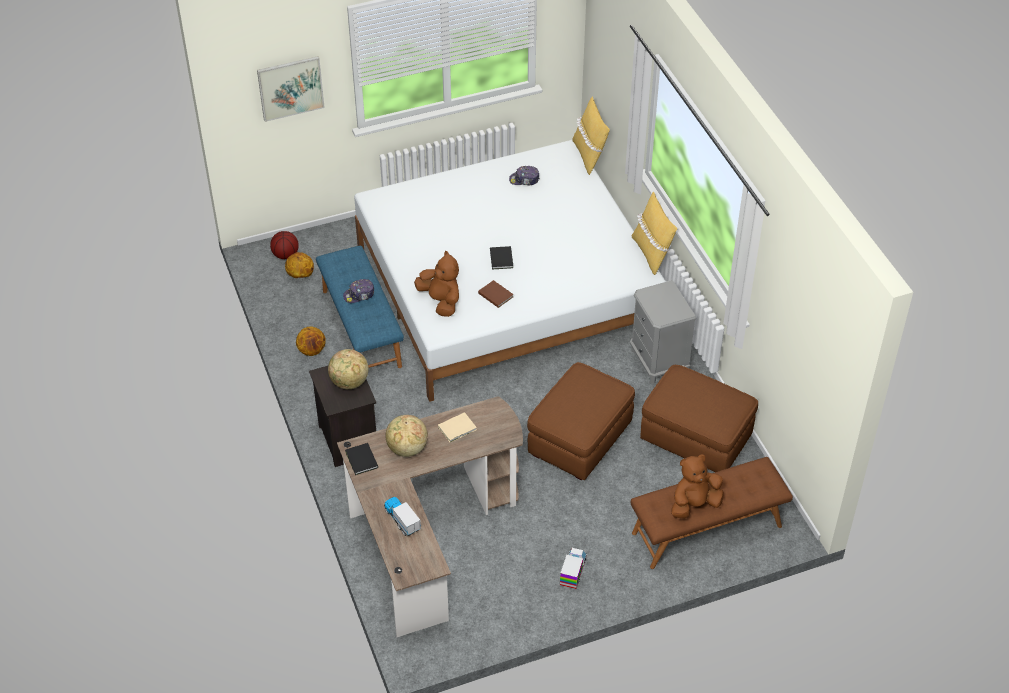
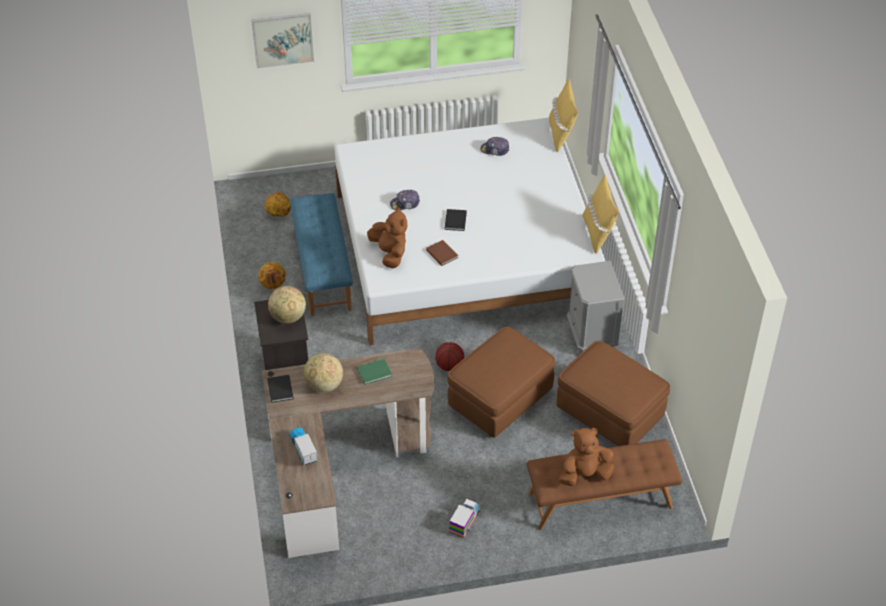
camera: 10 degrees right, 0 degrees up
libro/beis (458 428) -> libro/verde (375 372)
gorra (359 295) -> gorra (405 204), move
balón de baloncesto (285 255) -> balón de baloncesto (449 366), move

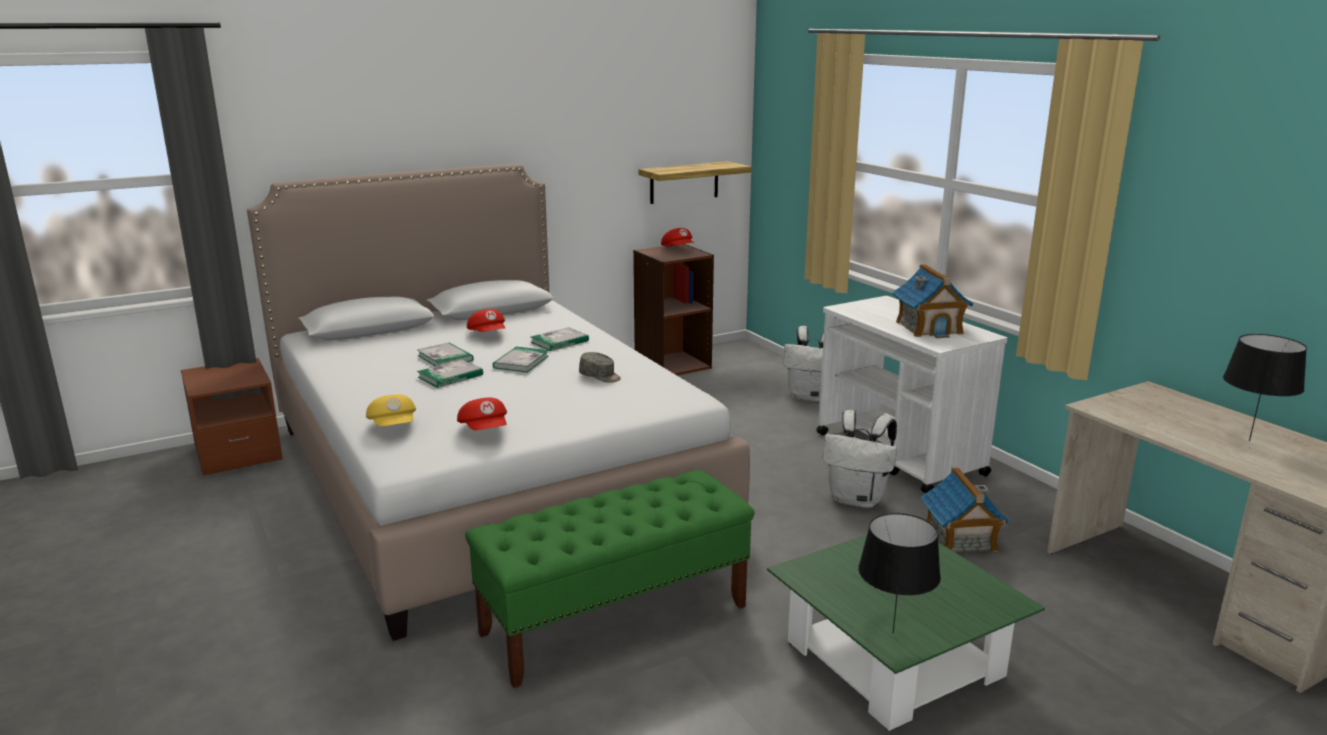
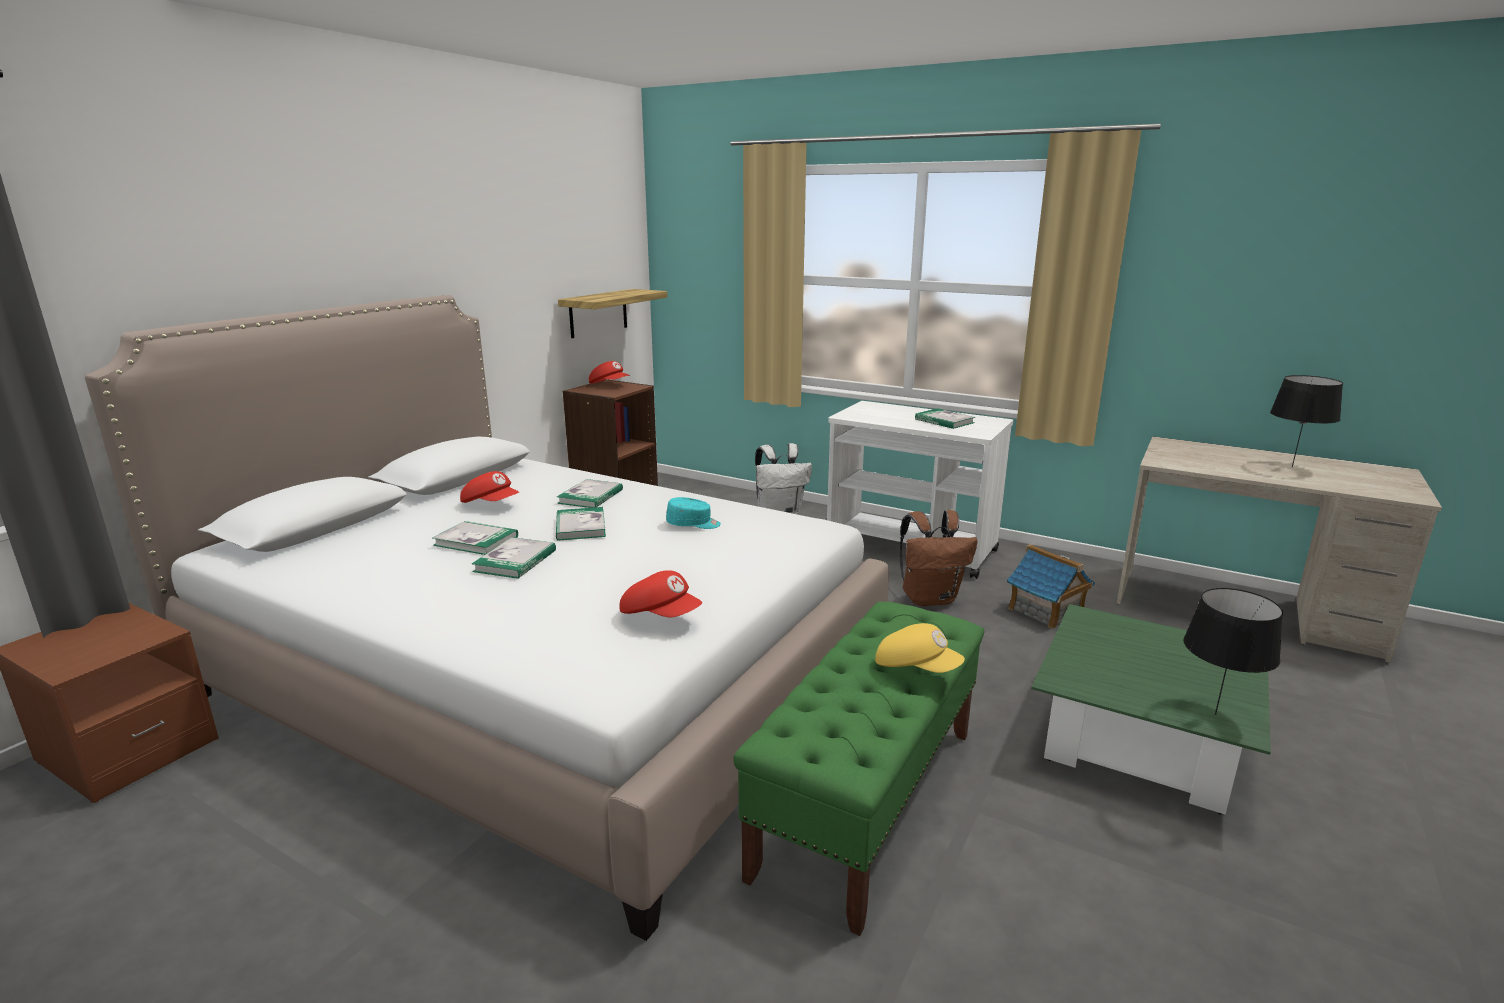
camera: 30 degrees left, 0 degrees up
gorra/gris (600 376) -> gorra/turquesa (693 524)
gorra/amarillo (394 427) -> gorra/amarillo (917 668), move
mochila/blanco (858 499) -> mochila/marrón (930 598)
casita (929 327) -> libro (944 421)

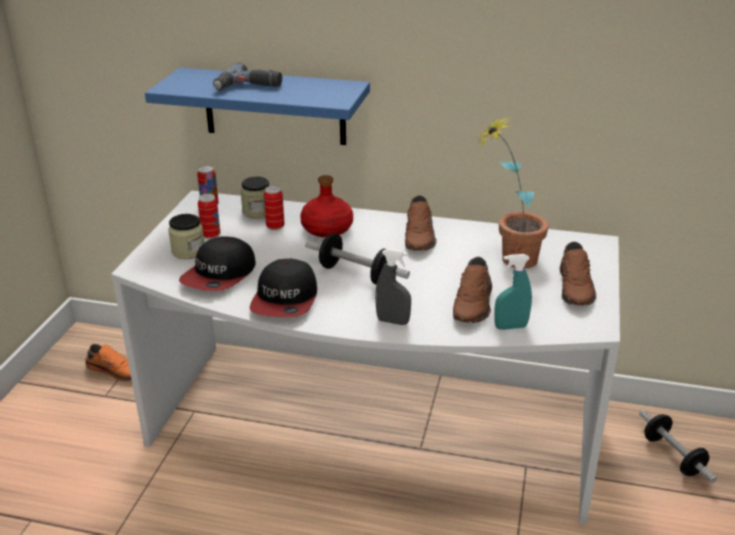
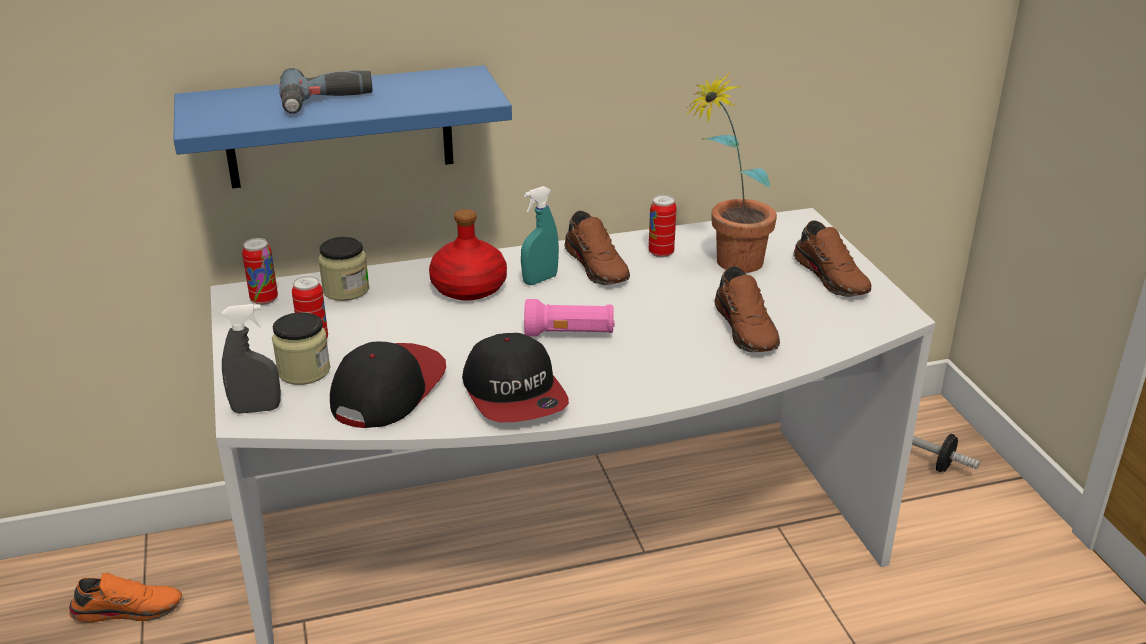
camera: 30 degrees left, 0 degrees up
pulverizador/gris (393 321) -> pulverizador/gris (256 409), move
gorra (220 275) -> gorra (387 389), 150 degrees counterclockwise
pulverizador/turquesa (510 327) -> pulverizador/turquesa (540 280), move
mancuerna (356 274) -> linterna/rosa (570 334)
lata (275 227) -> lata (661 253), move

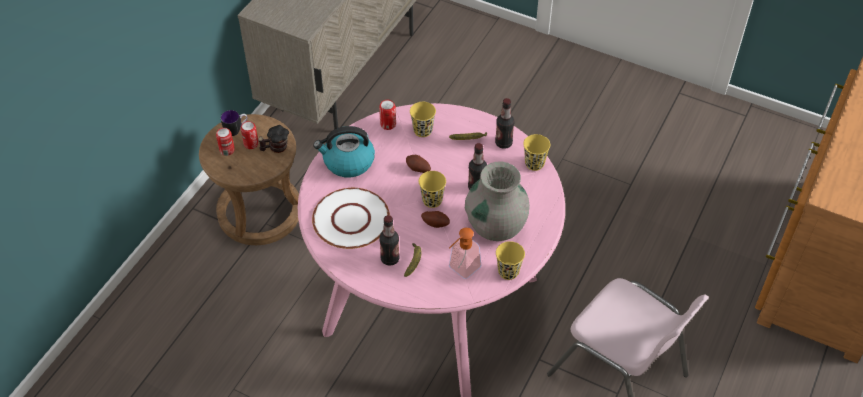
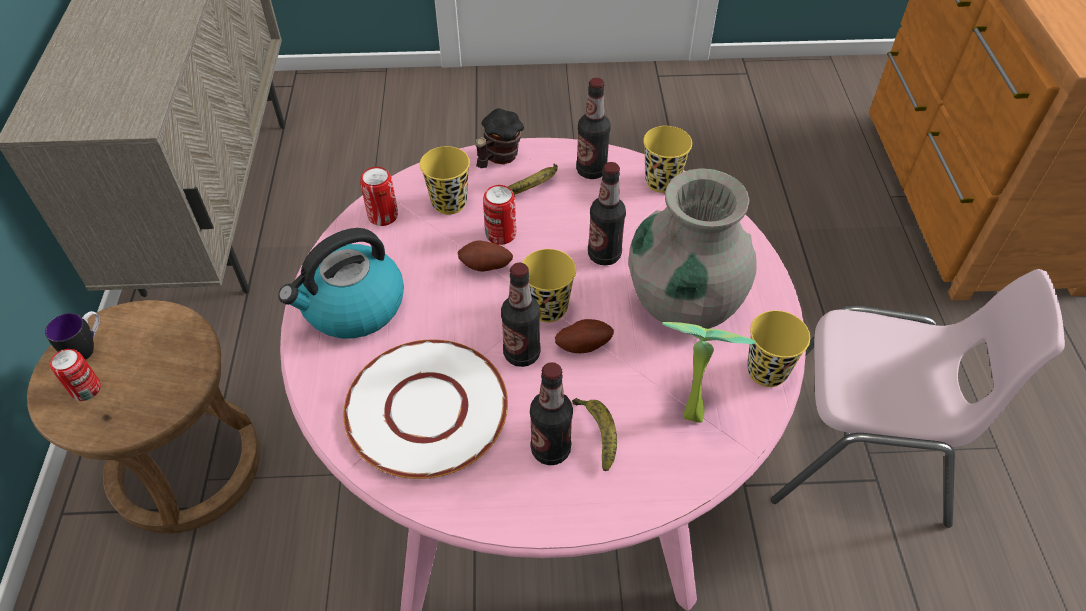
camera: 30 degrees left, 0 degrees up
taza grande (275 148) -> taza grande (497 159), move
lata (251 144) -> lata (500 234), move
none -> botella (521 354)
dispensador de jabón (461 270) -> planta en maceta (689 408)

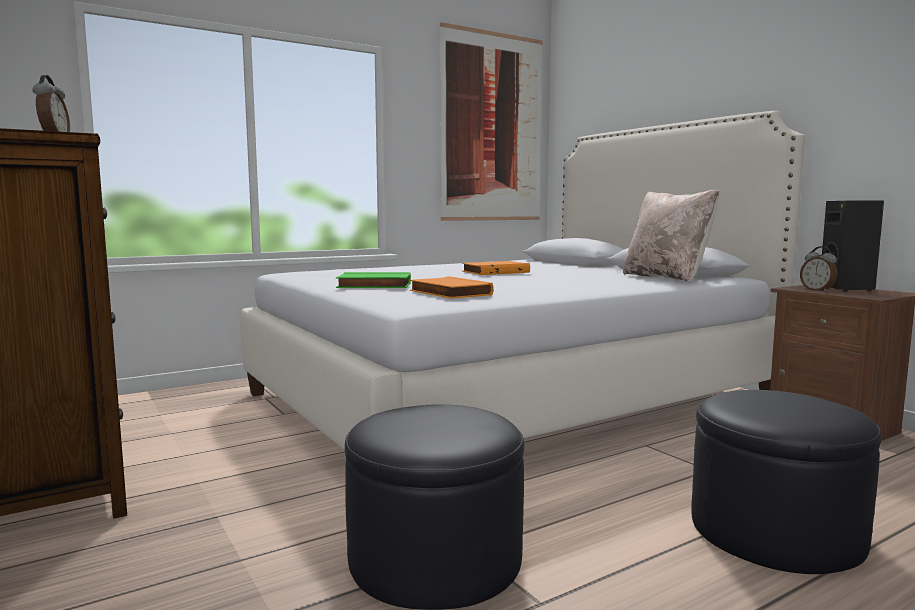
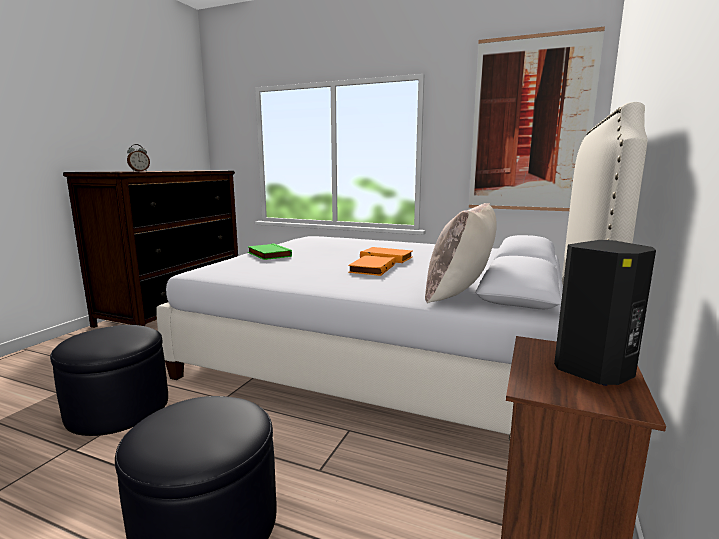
camera: 55 degrees right, 5 degrees up
libro/naranja (448 293) -> libro/naranja (371 268), move
despertador (817 290) -> none

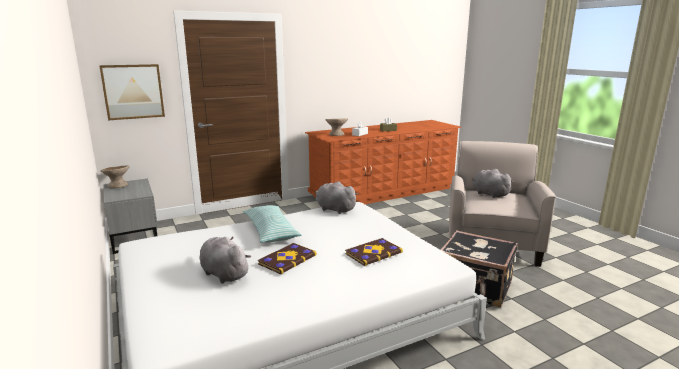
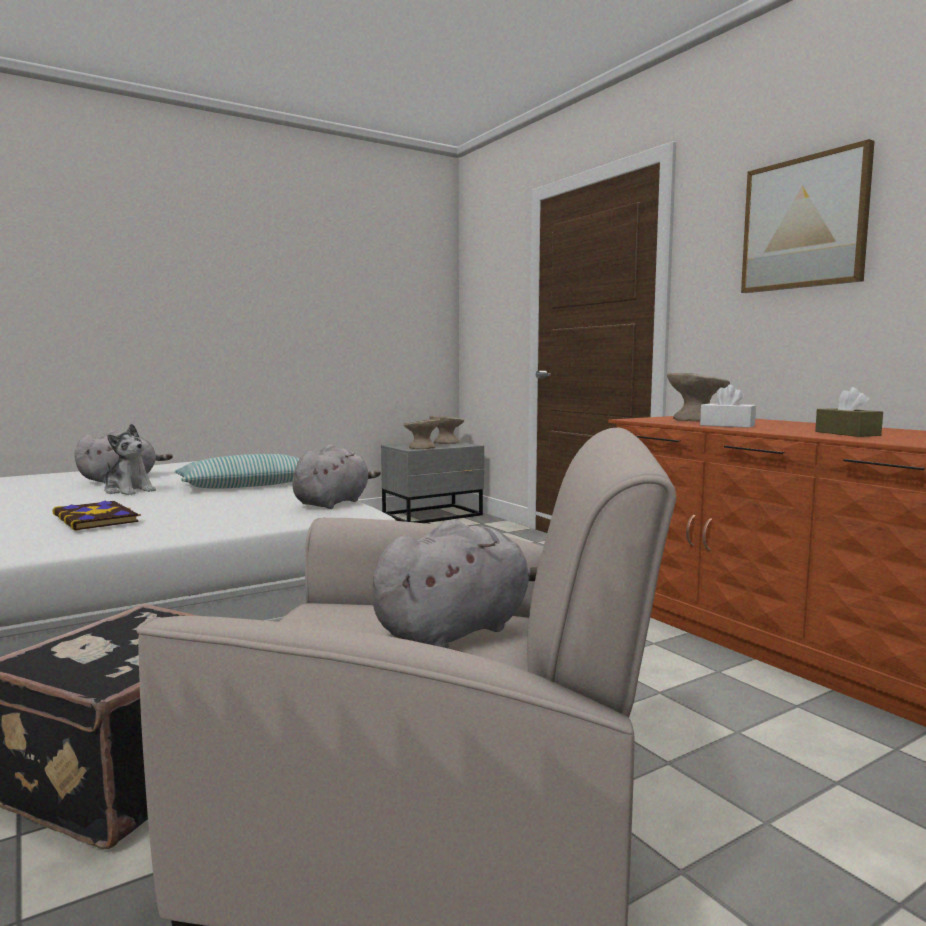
camera: 85 degrees right, 10 degrees down
libro (287 259) -> peluche (129 491)
none -> cuenco/beis (422 447)
cuadro (133 91) -> cuadro (804 223), move

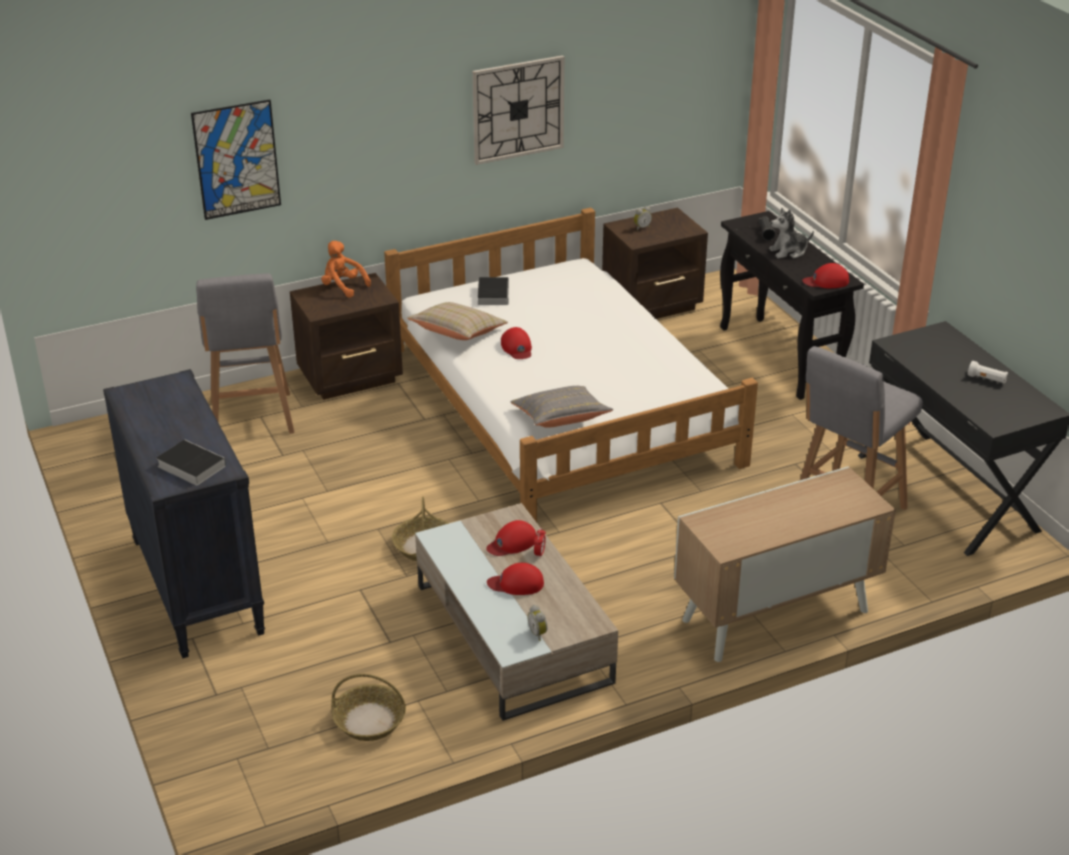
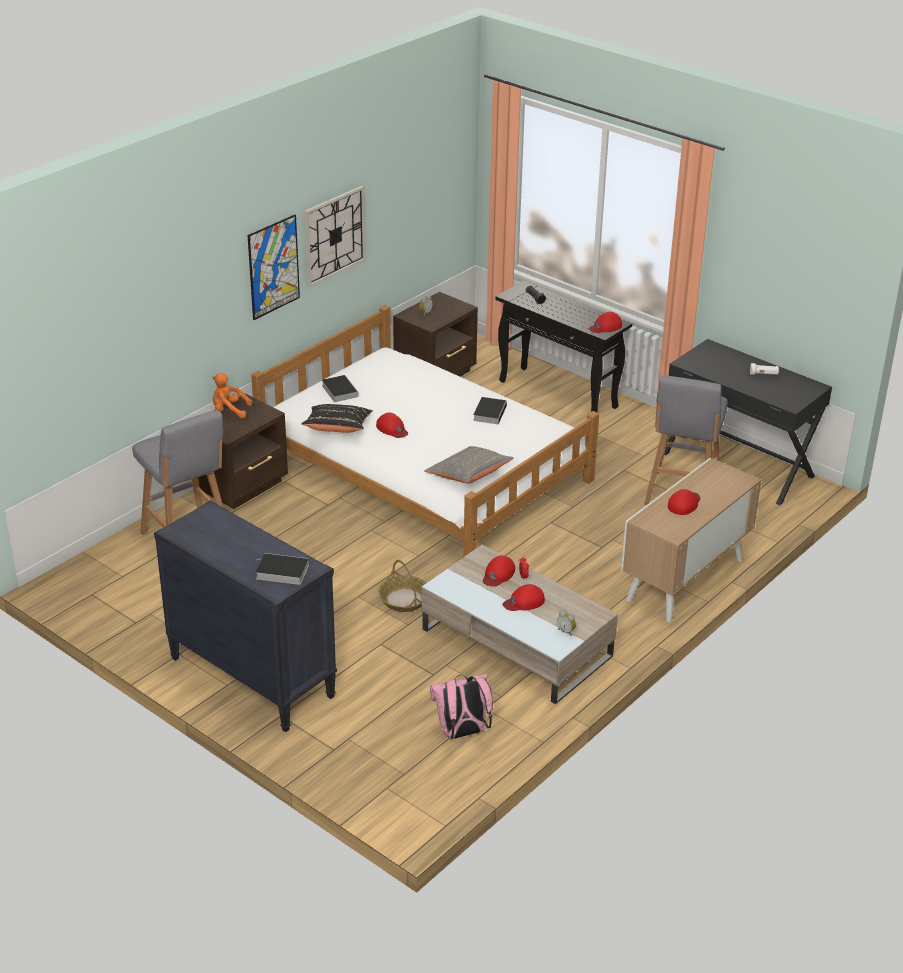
camera: 25 degrees left, 0 degrees up
cuadro (237 159) -> cuadro (273 267), move
cojín/beis (457 334) -> cojín/negro (337 429)
cesta (369 721) -> mochila/rosa (462 733)
none -> libro (489 412)
none -> gorra/rojo (684 504)
peluche (788 251) -> none

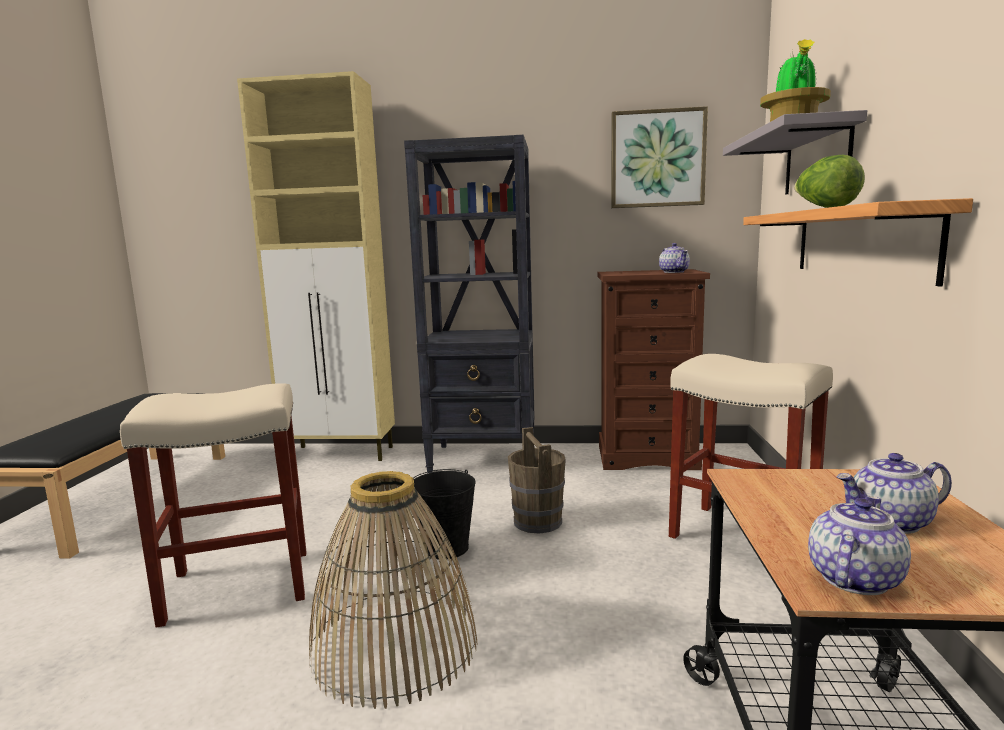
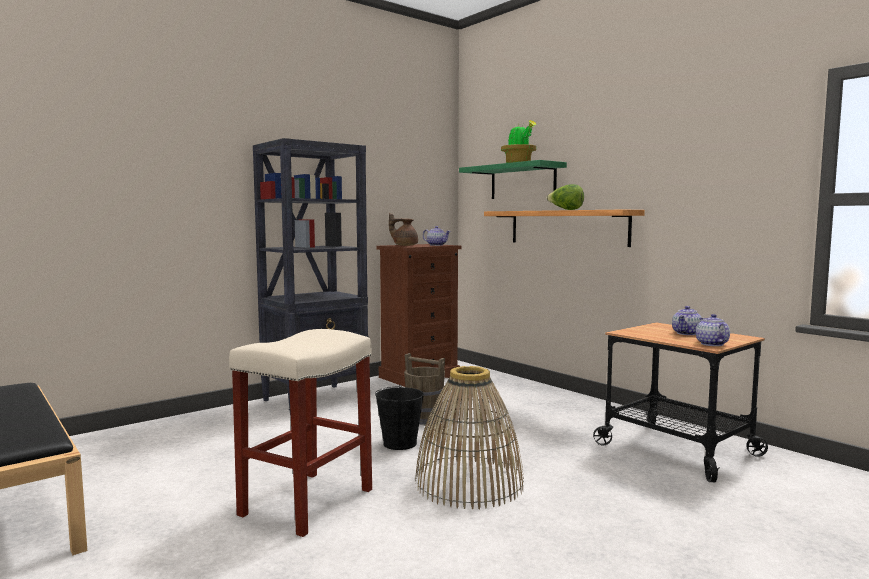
camera: 45 degrees left, 5 degrees down
none -> tetera/marrón (404 245)
estante/gris (816 159) -> estante/verde (522 182)
armario/beis (341 453) -> none
cuadro (657 159) -> none
taburete/beis (744 537) -> none

